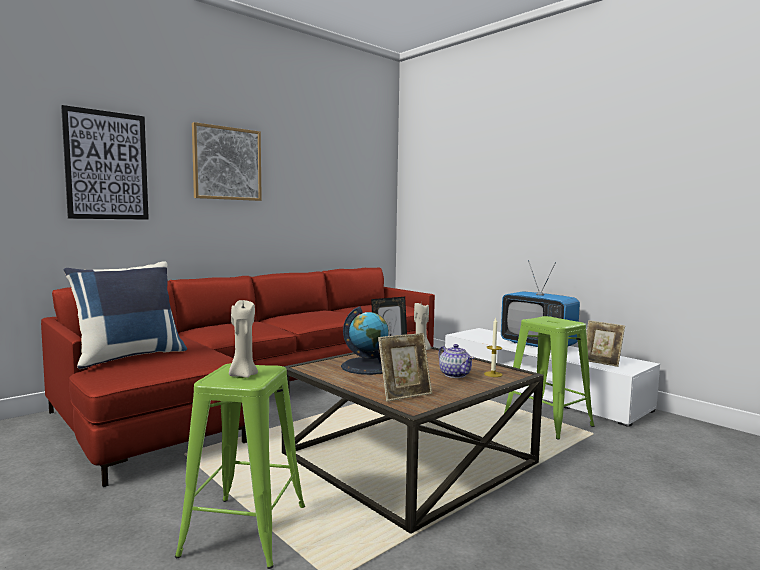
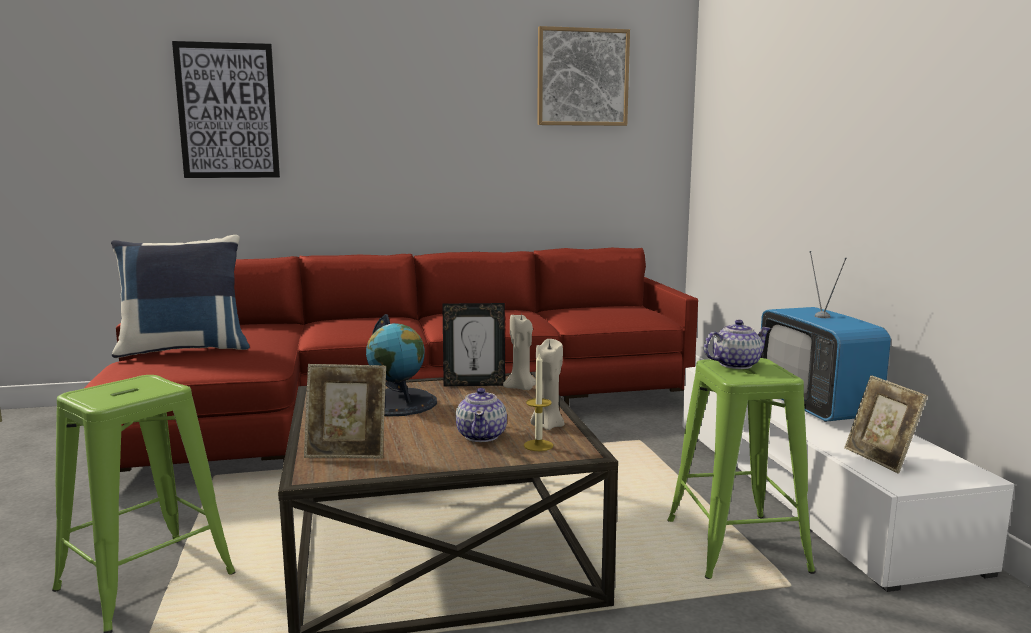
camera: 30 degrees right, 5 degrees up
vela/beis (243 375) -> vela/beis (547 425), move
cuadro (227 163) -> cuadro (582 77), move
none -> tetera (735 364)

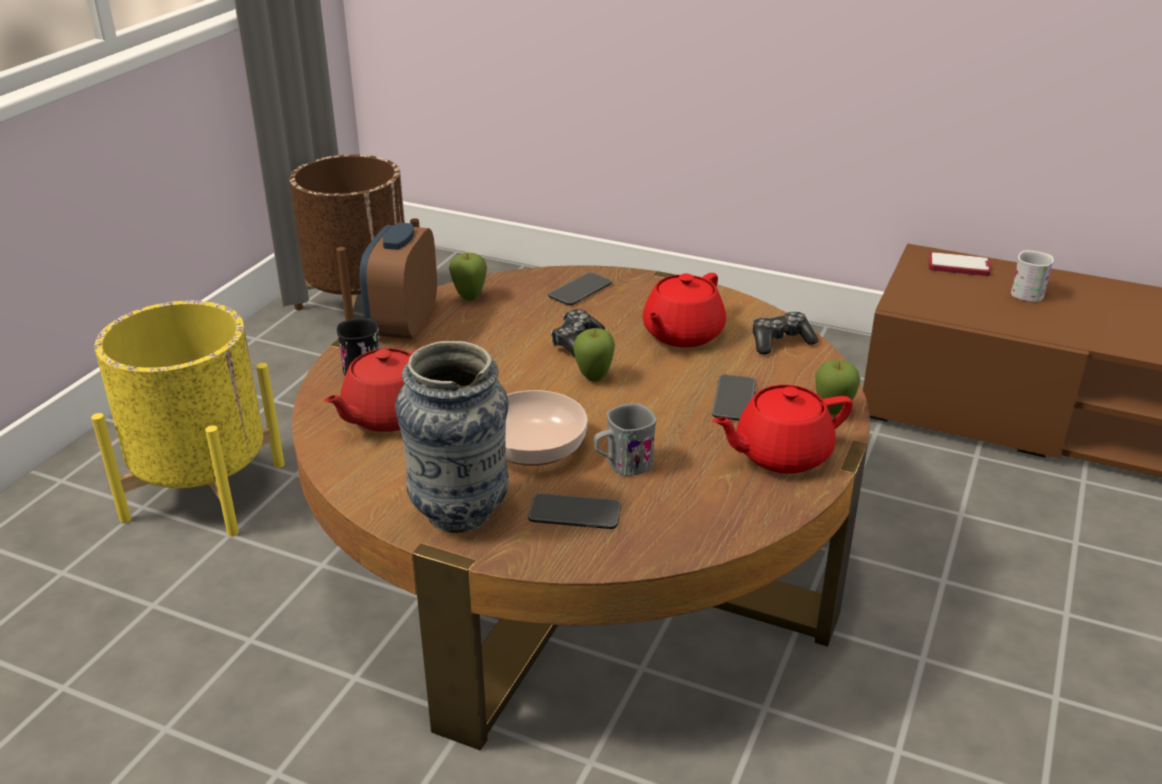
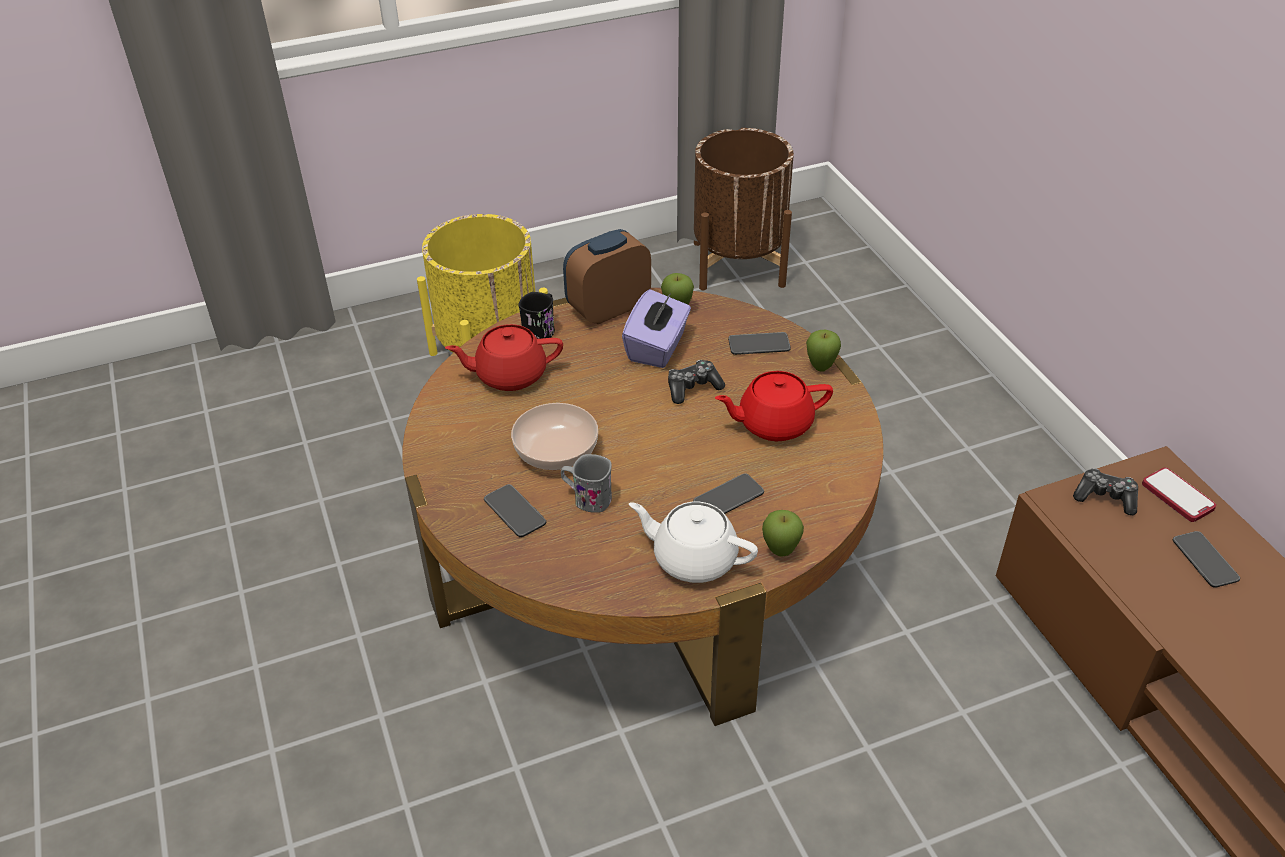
camera: 45 degrees right, 10 degrees up
none -> caja de pañuelos/morado (657 347)
tetera/rojo (780 454) -> tetera/blanco (693 558)
manzana (594 378) -> manzana (820 368), move
mando de consola (780 341) -> mando de consola (1105 497), move
taza grande/blanco (1028 292) -> móvil (1205 560)
florero (460 513) -> none

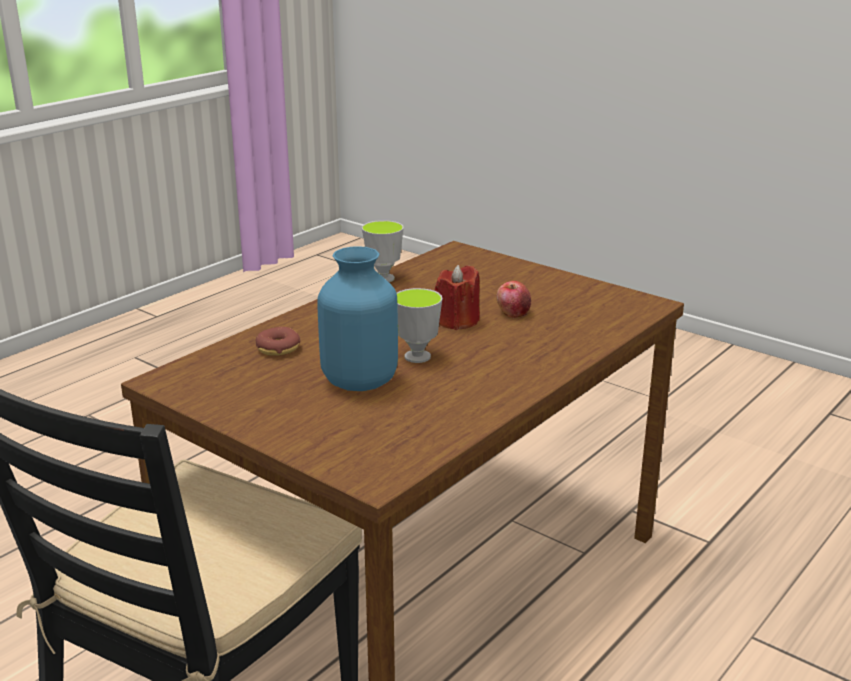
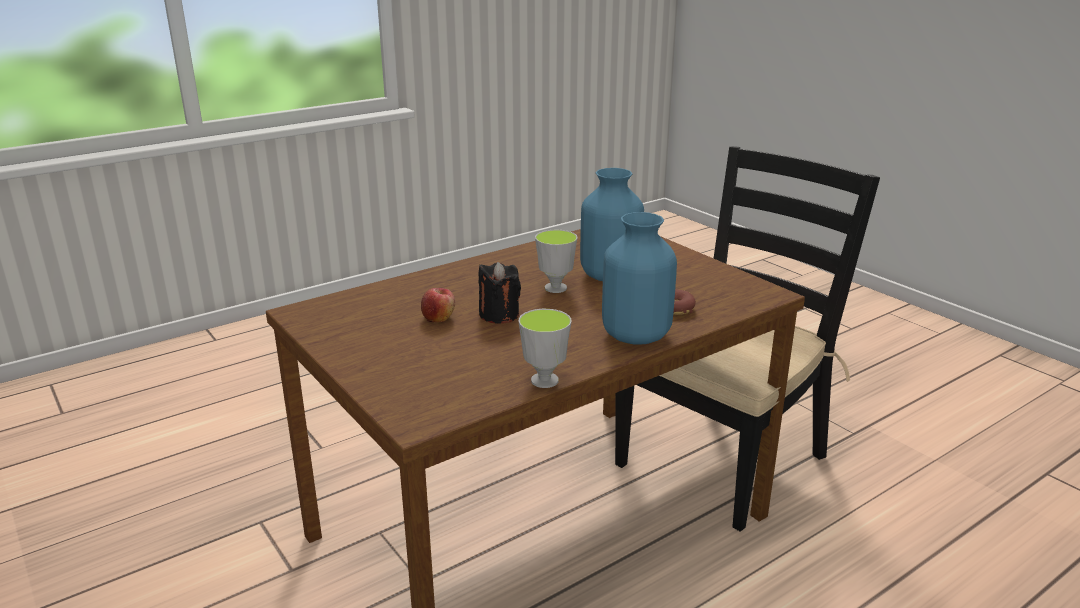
camera: 165 degrees left, 0 degrees up
vela/rojo (457 321) -> vela/negro (499 315)
none -> florero/azul (635 335)

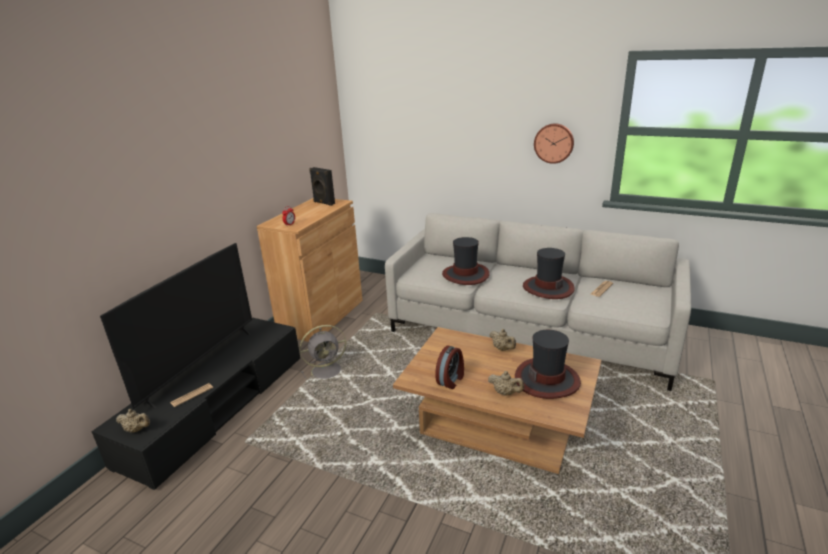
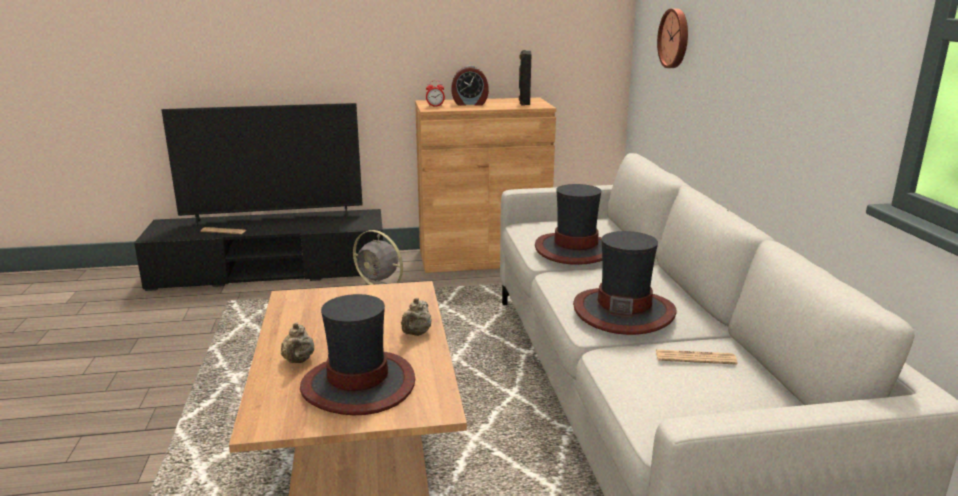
camera: 55 degrees right, 5 degrees down
despertador (451 380) -> despertador (470 104), move
reloj de pared (554 143) -> reloj de pared (675 38), move
tetera/beis (137 429) -> none

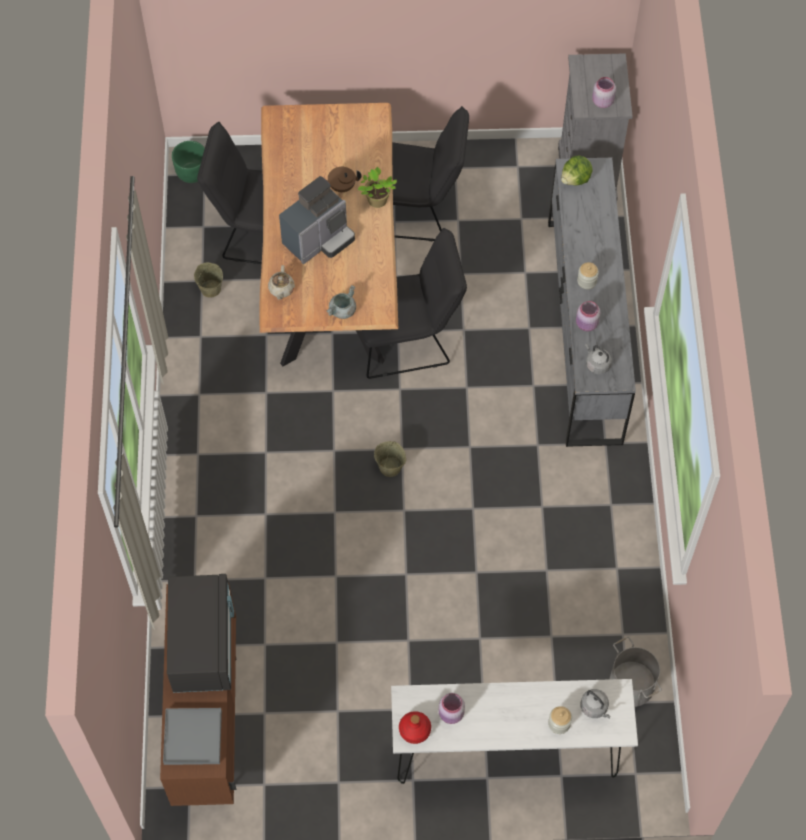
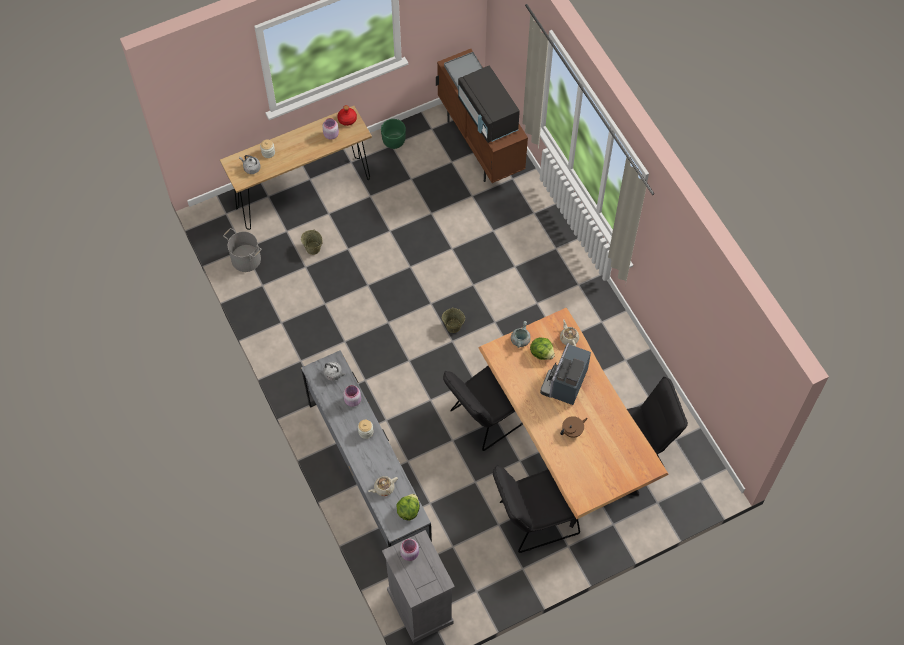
camera: 155 degrees right, 0 degrees up
mesa consola/blanco (506 757) -> mesa consola/marrón (303 193)
cubo/beis (210 288) -> cubo/beis (313 248), move
none -> tetera/beis (383 488)
maceta/verde (192 172) -> maceta/verde (393 141), move
none -> lechuga (542 353)
planta en maceta (376 201) -> none

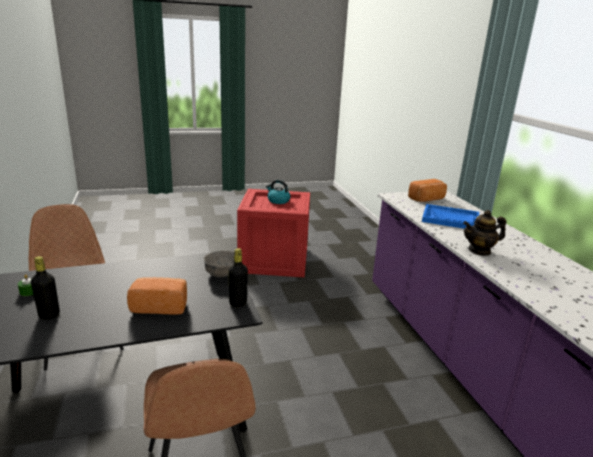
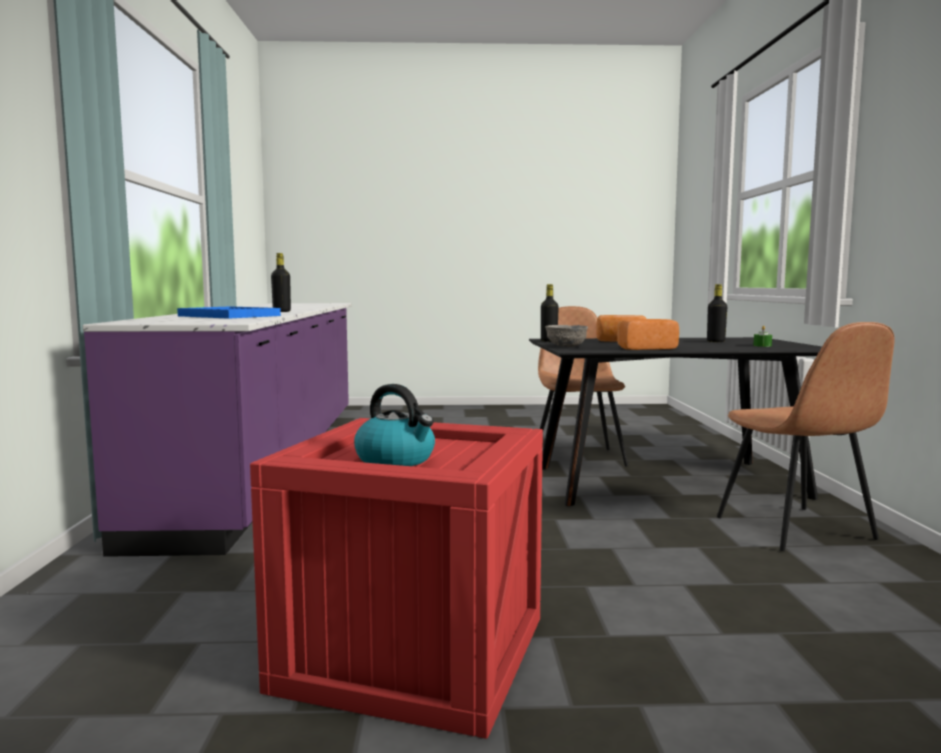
camera: 165 degrees left, 15 degrees down
tetera (479 251) -> botella/negro (281 311)
pan (427 199) -> pan (645 348), move

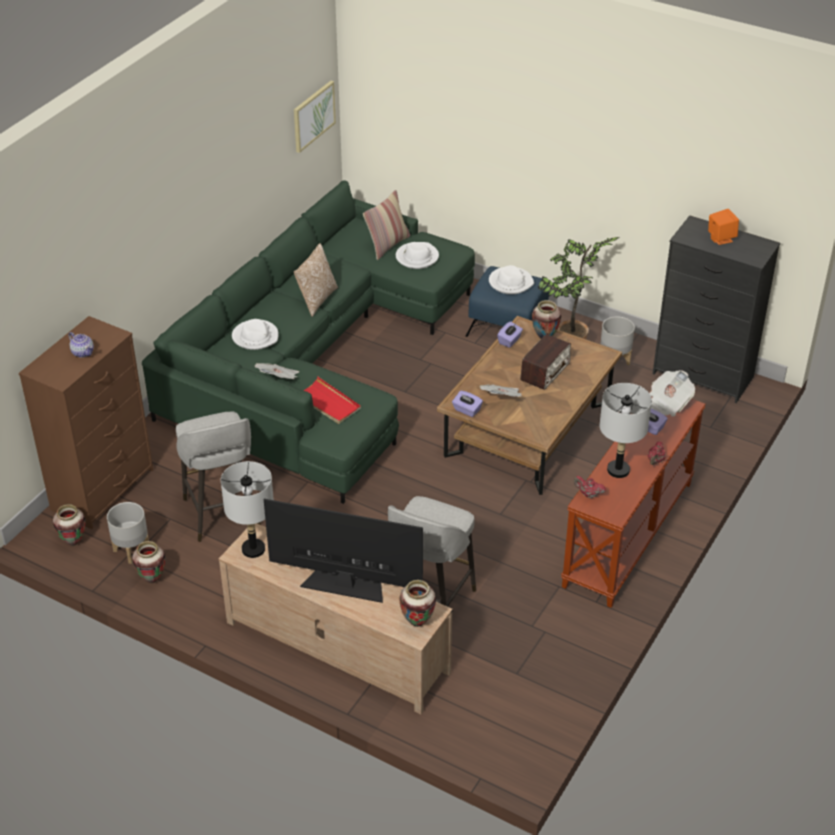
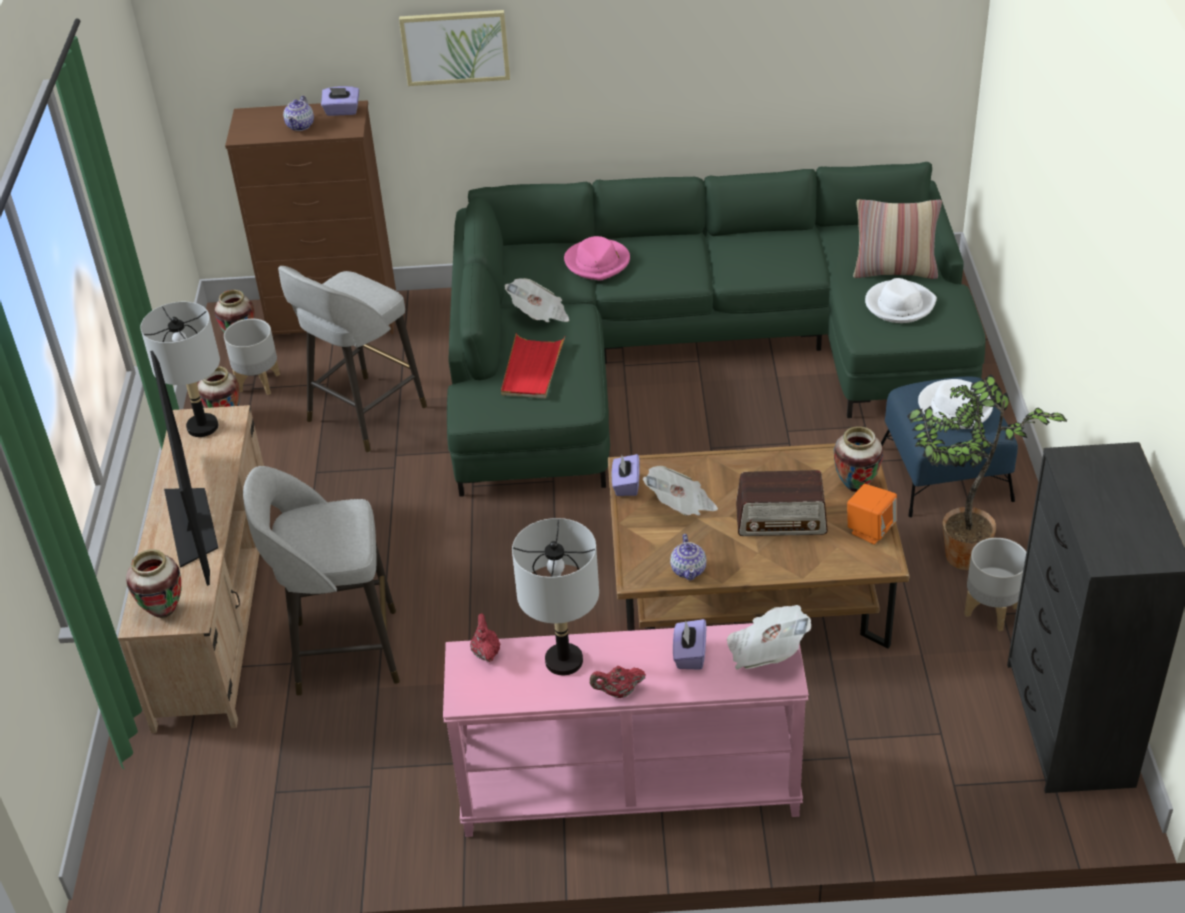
camera: 60 degrees right, 0 degrees up
caja de pañuelos/morado (509 341) -> caja de pañuelos/morado (342 111), move
cuadro (313 116) -> cuadro (455 47), move
mesa consola/marrón (629 534) -> mesa consola/rosa (628 792)
sombrero/blanco (255 337) -> sombrero/rosa (598 262)
none -> tetera (688 569)
altavoz/naranja (720 238) -> altavoz/naranja (870 530), move
cojín (316 300) -> none

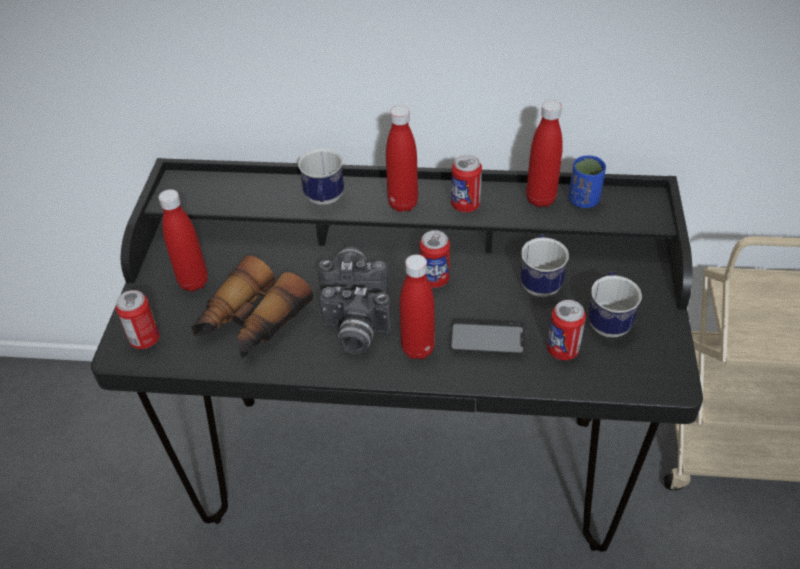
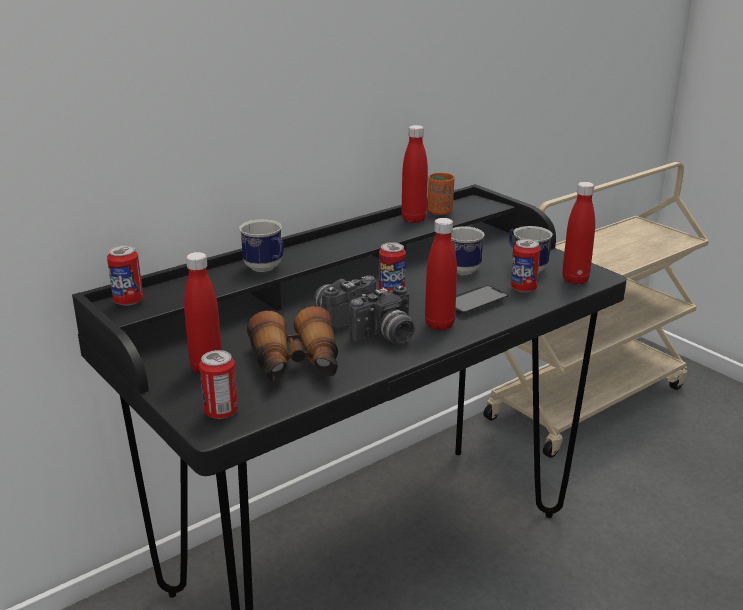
camera: 45 degrees left, 20 degrees down
lata (465 205) -> lata (128 301), move
taza/azul (583 200) -> taza/naranja (440 211)
botella/rojo (403 204) -> botella/rojo (575 280), move

